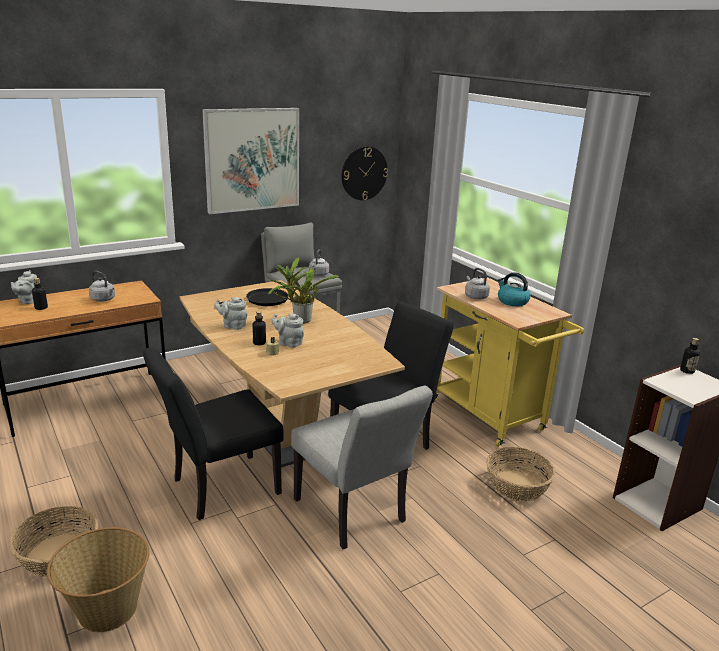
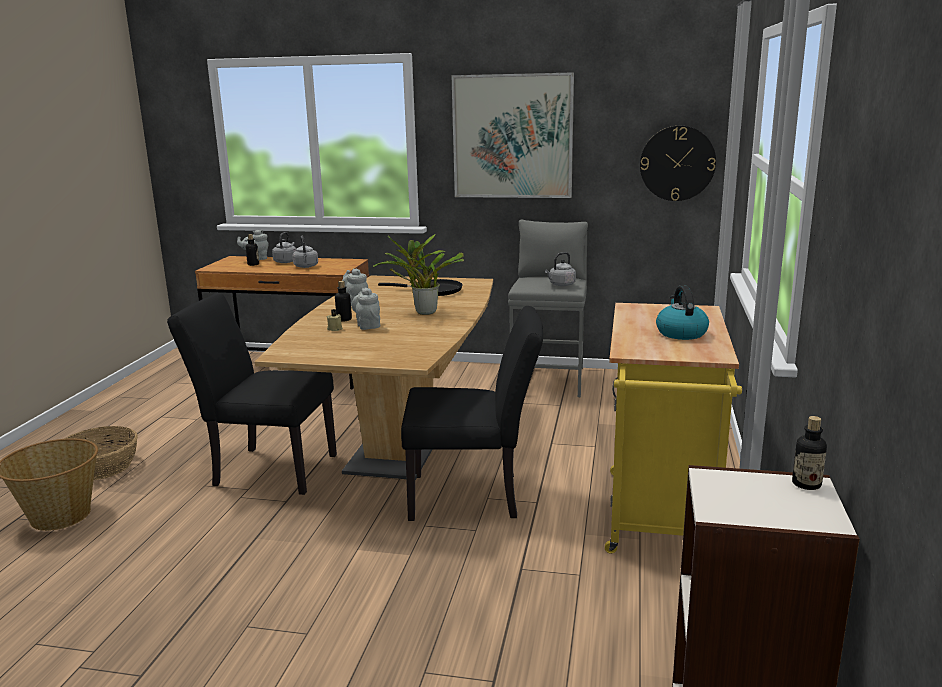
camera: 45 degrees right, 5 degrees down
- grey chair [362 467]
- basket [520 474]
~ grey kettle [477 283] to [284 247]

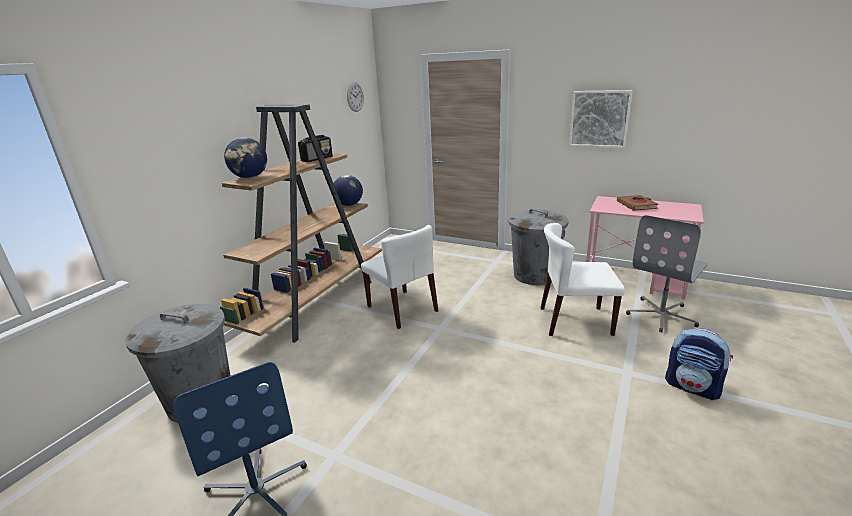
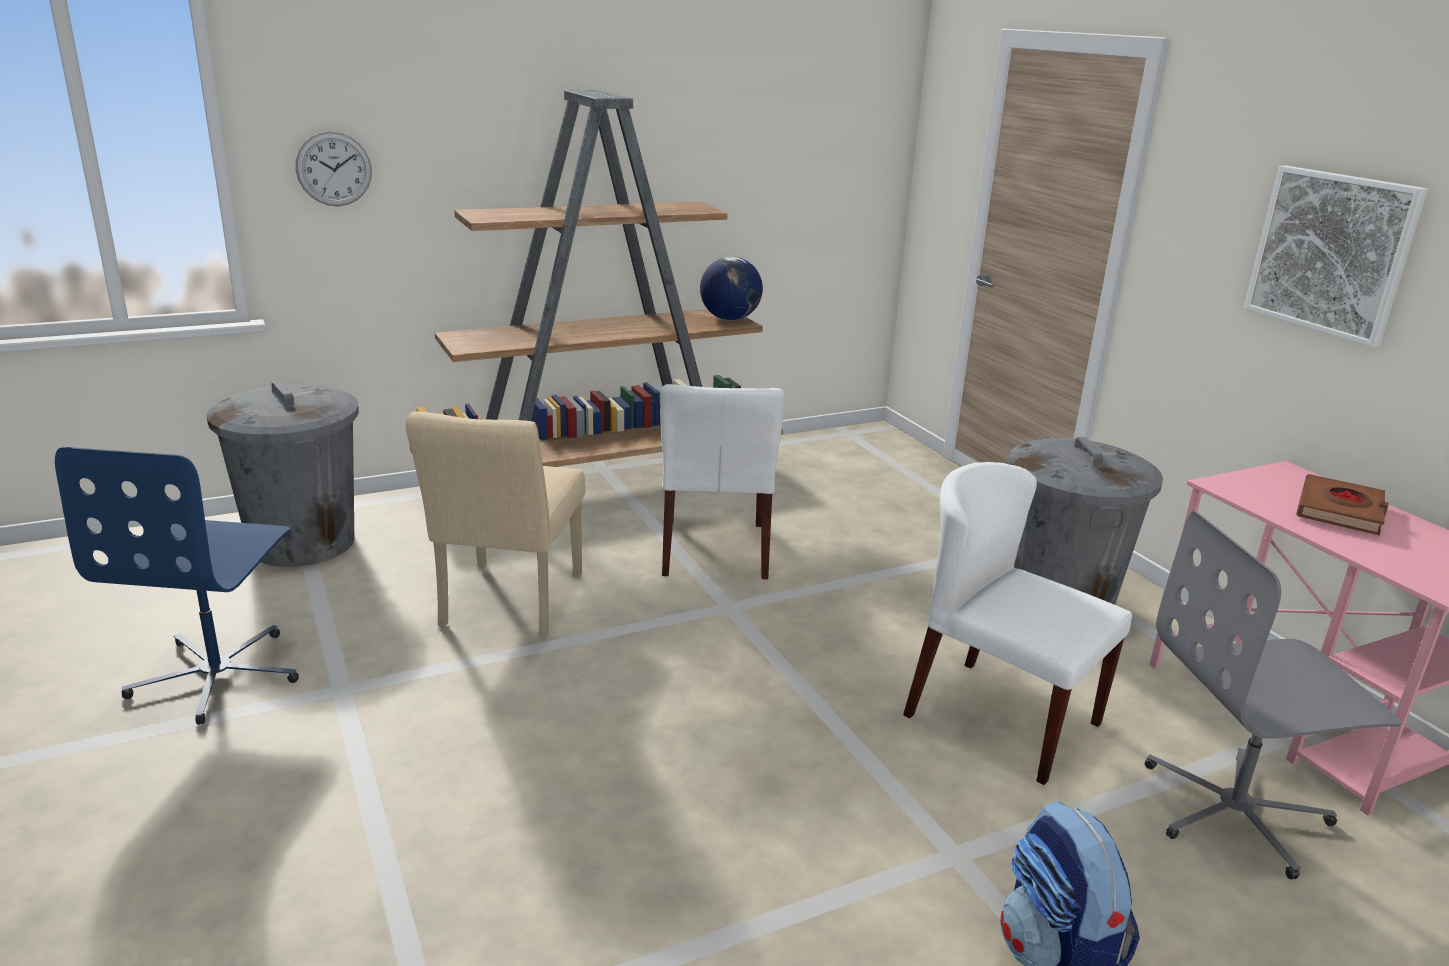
camera: 35 degrees right, 0 degrees up
- globe [245 157]
- radio [315 148]
+ beige chair [495 525]
~ wall clock [355 97] to [334 168]

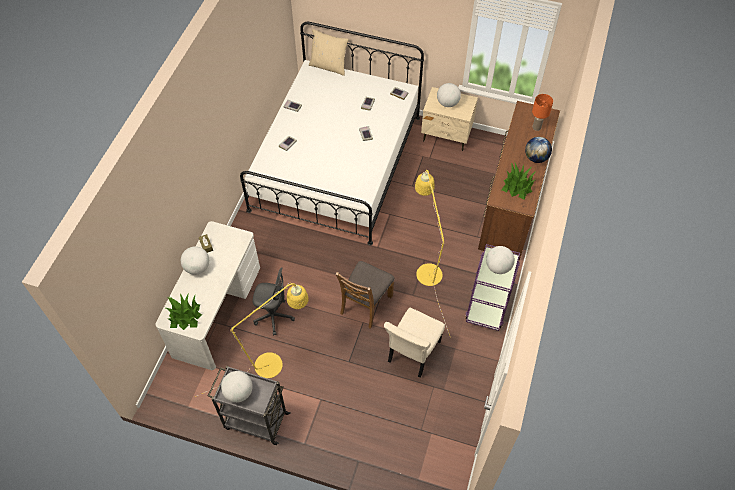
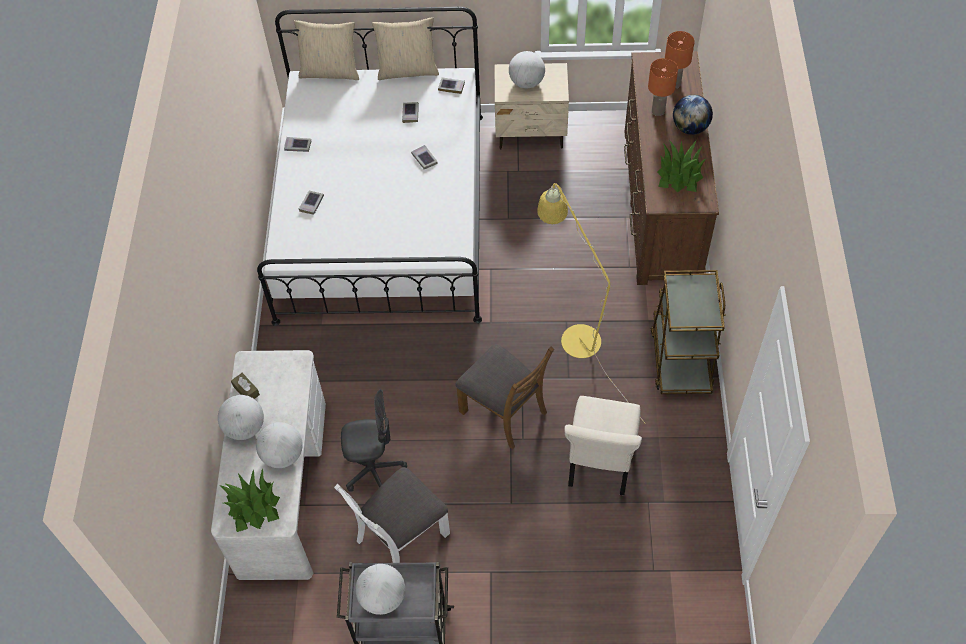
camera: 15 degrees left, 0 degrees up
+ beige pillow [405 48]
+ orange table lamp [663 87]
~ globe [500 260] to [279 445]
~ yellow floor lamp [251 340] to white chair [392 515]
~ purple cart [492 287] to brown cart [688 332]
~ brown chair [365 295] = [504 396] 60 degrees counterclockwise

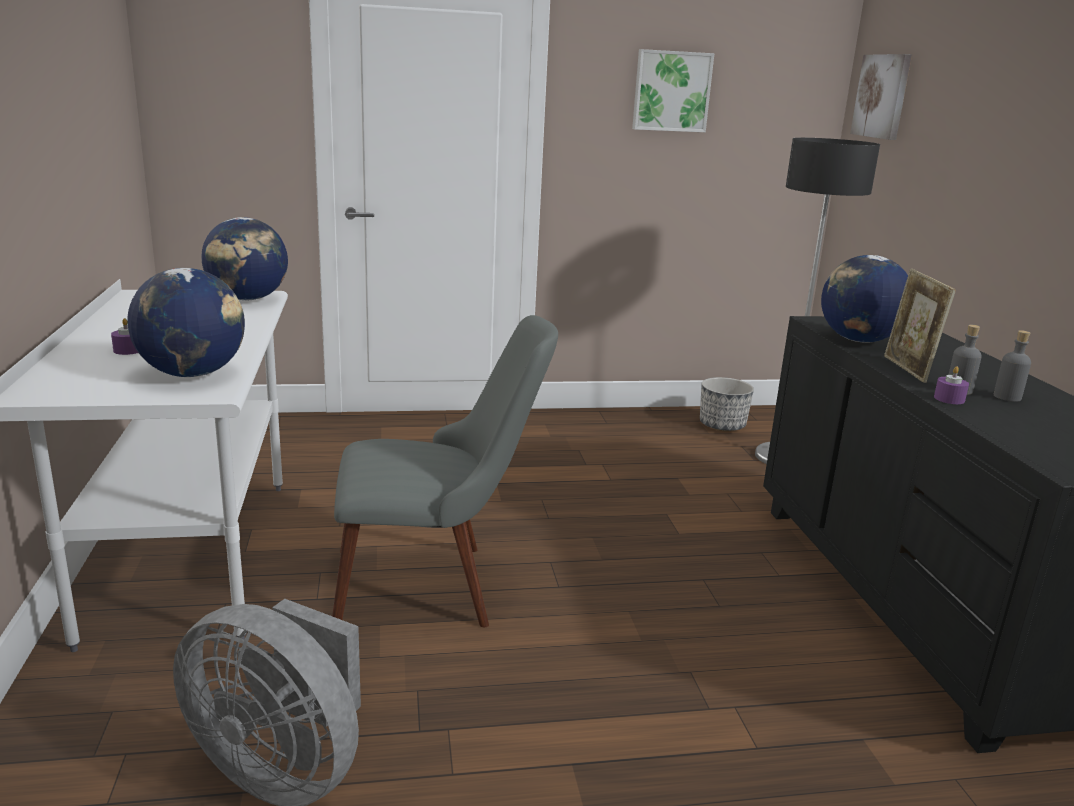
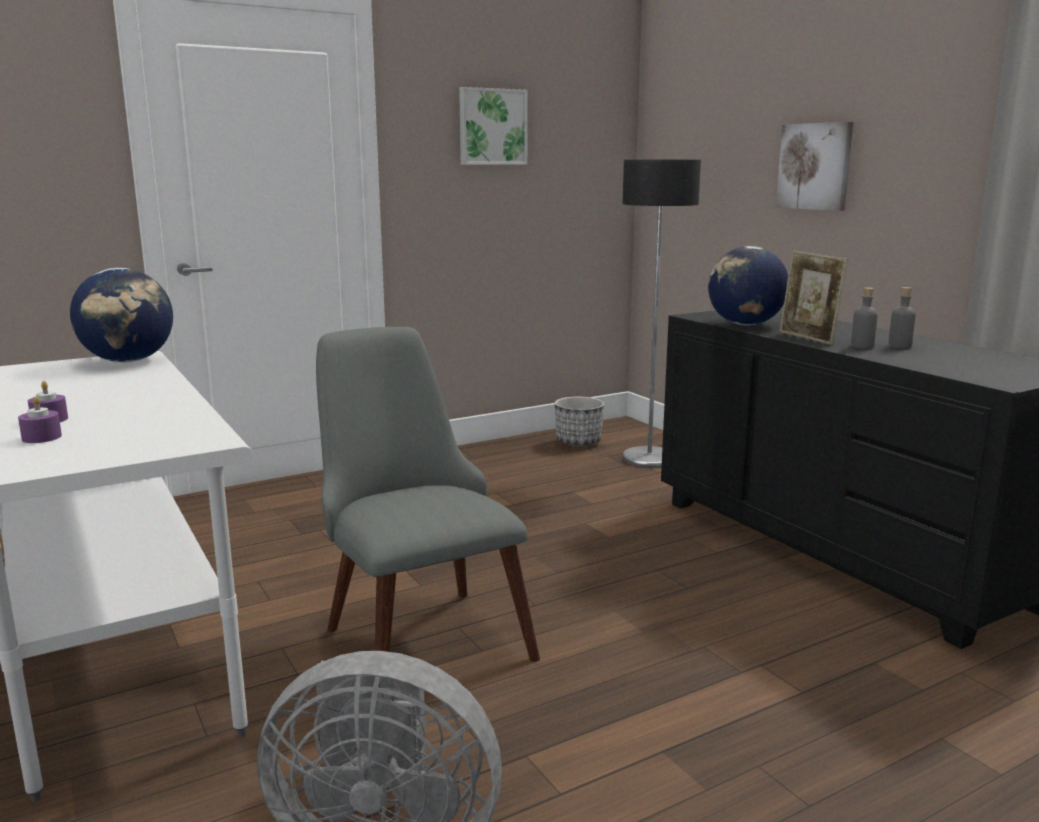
camera: 20 degrees left, 5 degrees down
- globe [186 322]
~ picture [881 97] to [814 166]
~ purple candle [951 385] to [40 419]
~ grey chair [445 471] = [428 494] 90 degrees counterclockwise

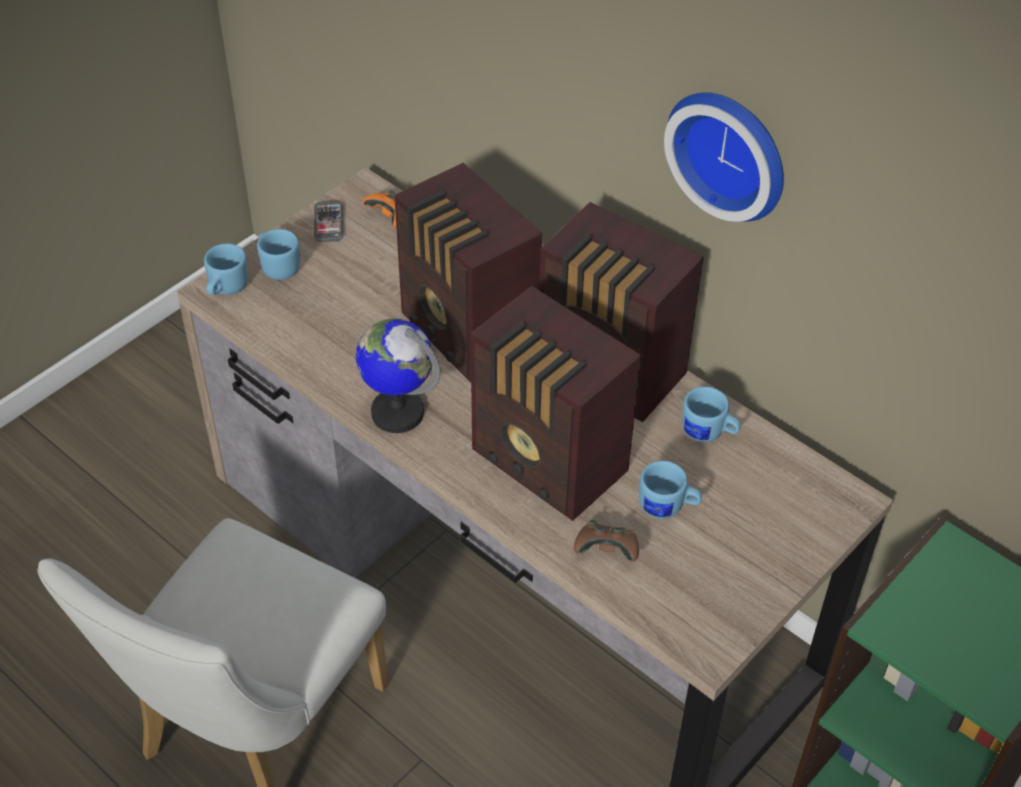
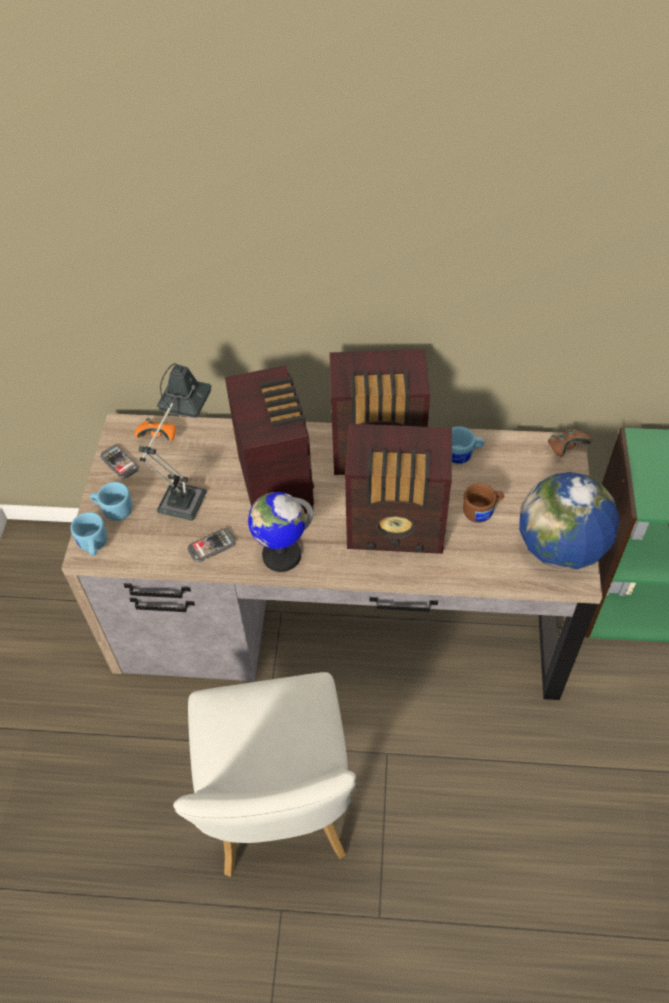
camera: 35 degrees left, 5 degrees up
- wall clock [724 157]
+ table lamp [175 442]
+ phone [211 545]
+ globe [569 521]
~ brown game controller [606 540] to [570 443]
~ blue mug [670 490] to brown mug [483 503]
~ radio [468 273] = [269 439] 120 degrees counterclockwise

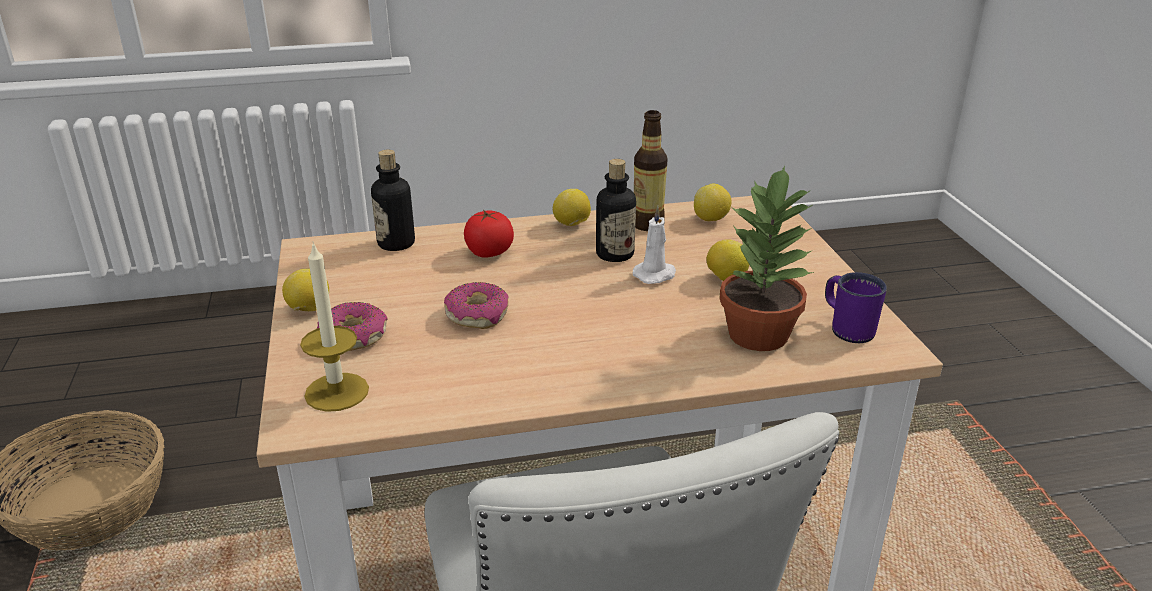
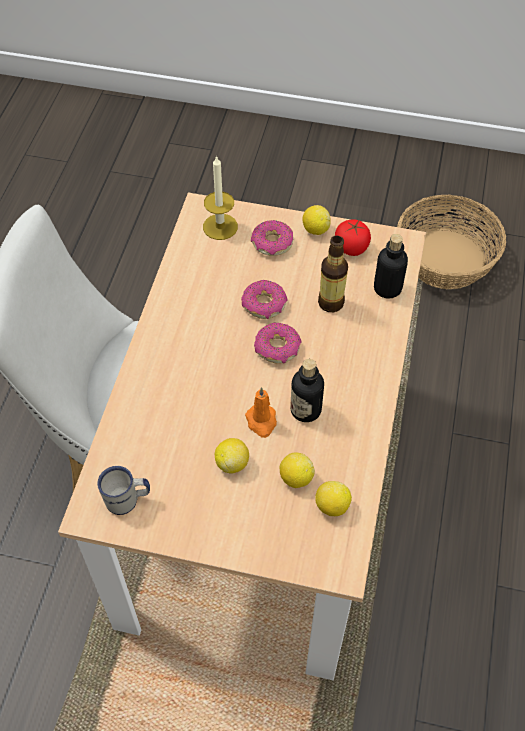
camera: 115 degrees right, 25 degrees up
- potted plant [766 258]
+ donut [277 343]
~ tomato [489 234] to [353 237]
~ lemon [572 207] to [297 470]
~ bottle [651 170] to [333 274]
~ white candle [654 245] to orange candle [261 412]
~ purple mug [856 307] to white mug [123 490]

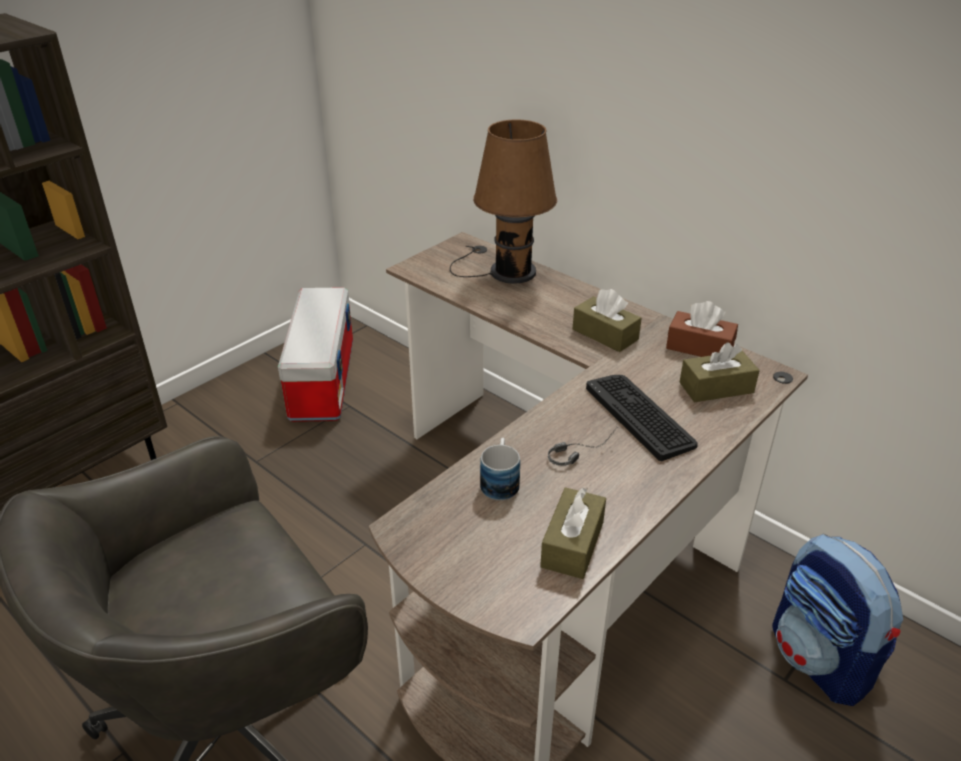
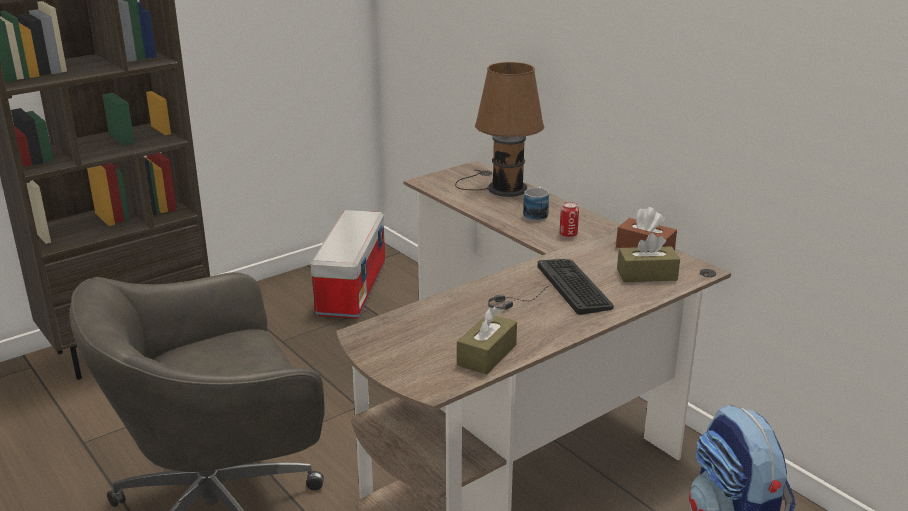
camera: 10 degrees right, 10 degrees down
~ mug [500 469] to [536 204]
~ brown tissue box [607 320] to can [569 220]

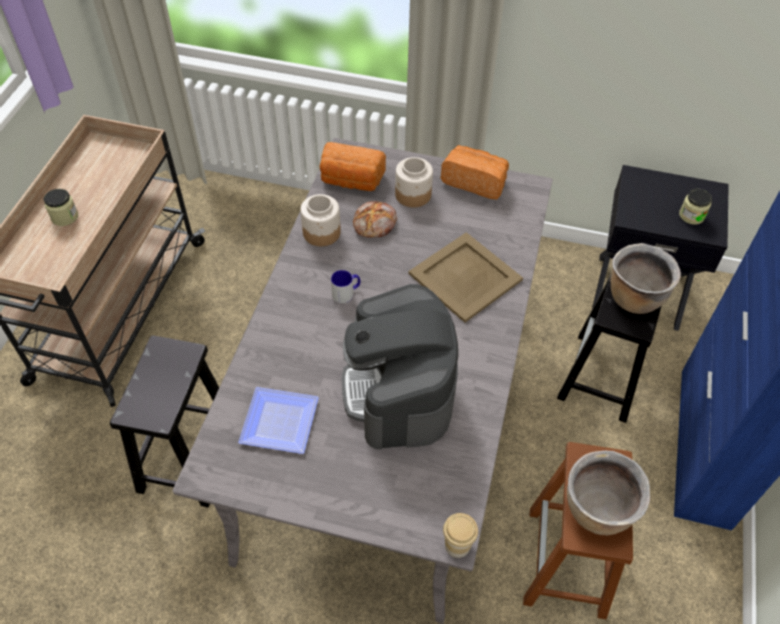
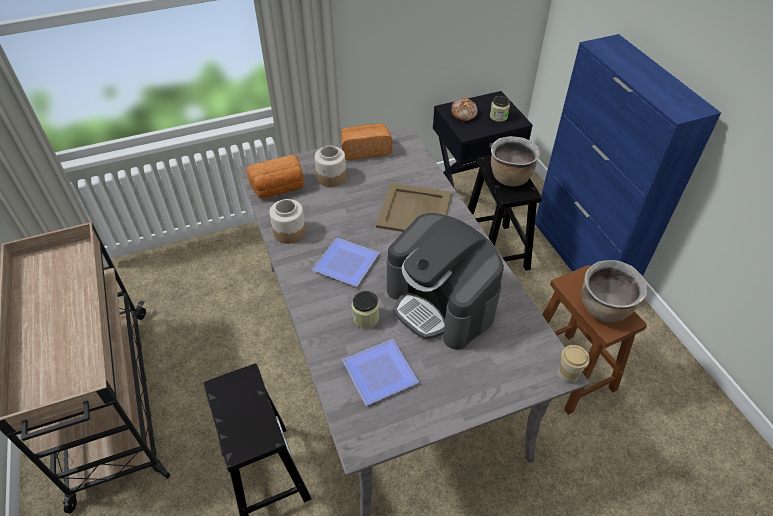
camera: 35 degrees left, 5 degrees down
~ jar [61 207] to [365 309]
~ bread [375 219] to [464 109]
~ mug [345 286] to plate [345 262]

